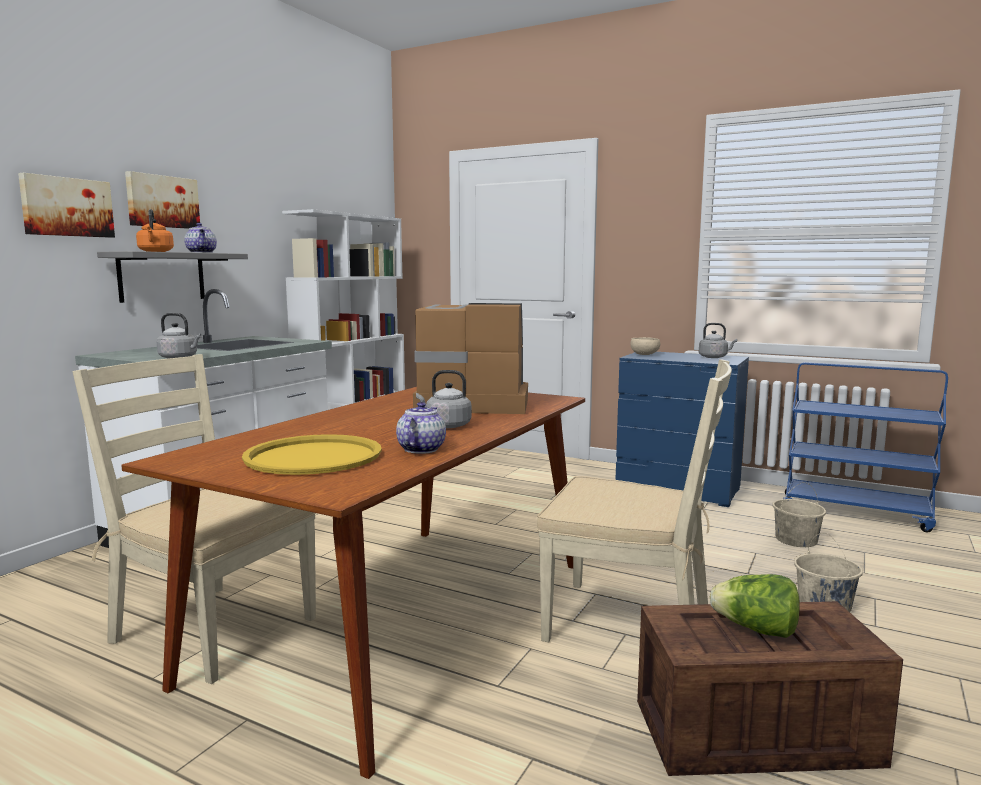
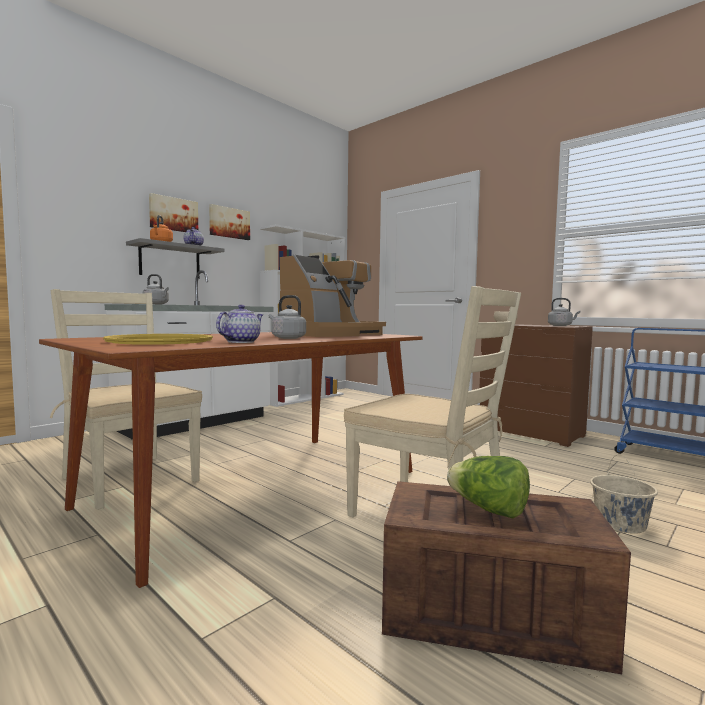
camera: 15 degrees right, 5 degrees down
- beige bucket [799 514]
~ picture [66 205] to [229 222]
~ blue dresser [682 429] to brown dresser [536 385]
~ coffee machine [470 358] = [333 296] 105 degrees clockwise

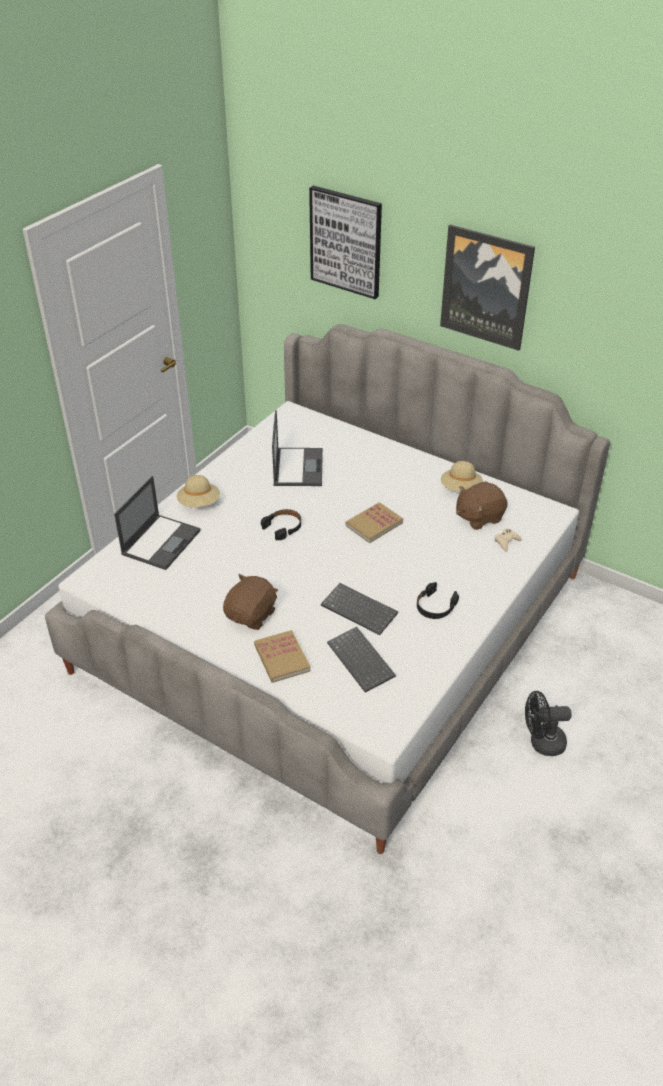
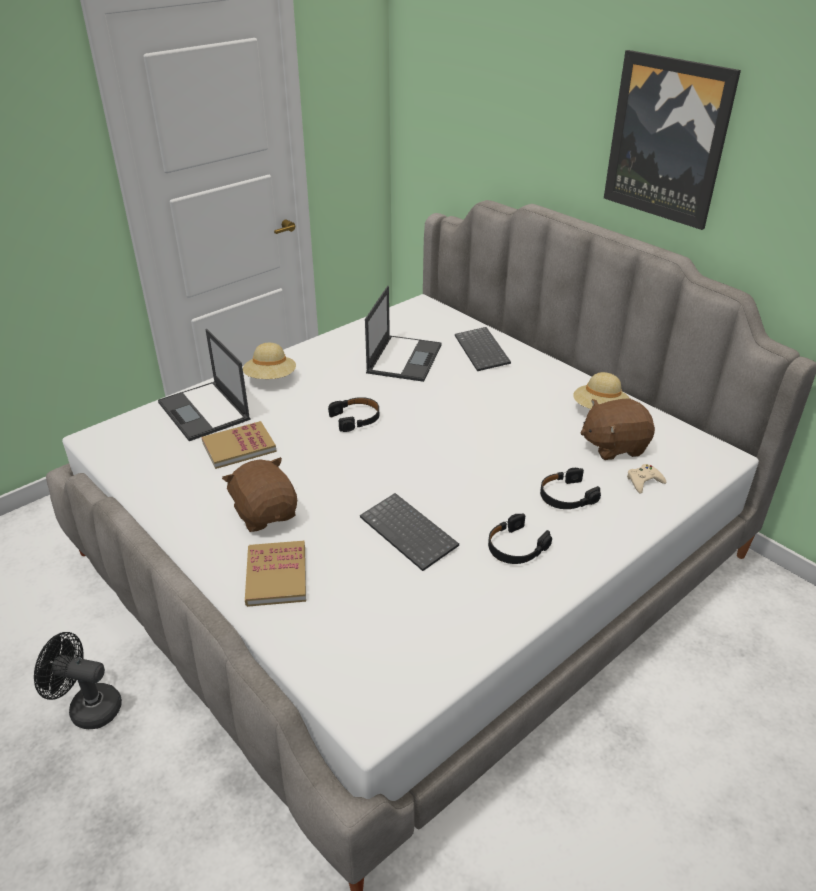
camera: 15 degrees right, 5 degrees down
- picture [345 242]
+ black headphones [570 488]
~ keyboard [361 660] to [483 349]
~ book [374 522] to [239 445]
~ black fan [548 723] to [78 680]
~ laptop [157 523] = [204 385] 105 degrees clockwise
~ brown plush toy [250 602] = [259 494] 75 degrees counterclockwise

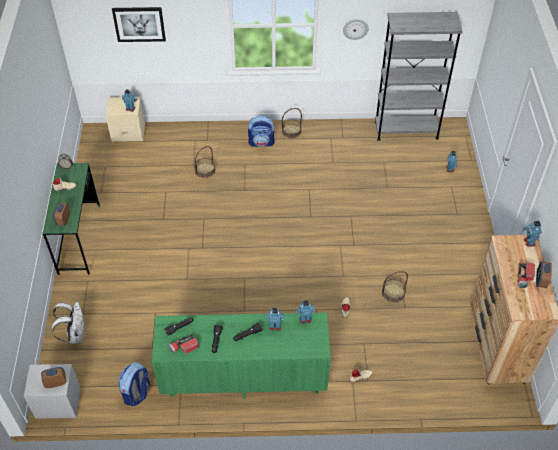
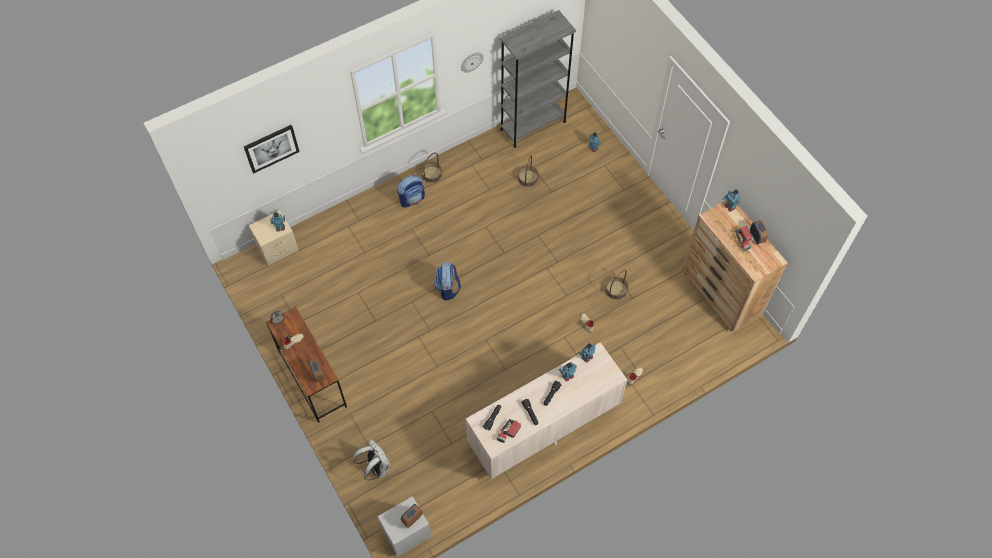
camera: 30 degrees left, 10 degrees up
~ backpack [134 384] to [447 281]
~ basket [204 162] to [528 171]
~ green desk [71 219] to brown desk [306 365]
~ green dresser [241 355] to beige dresser [546 410]

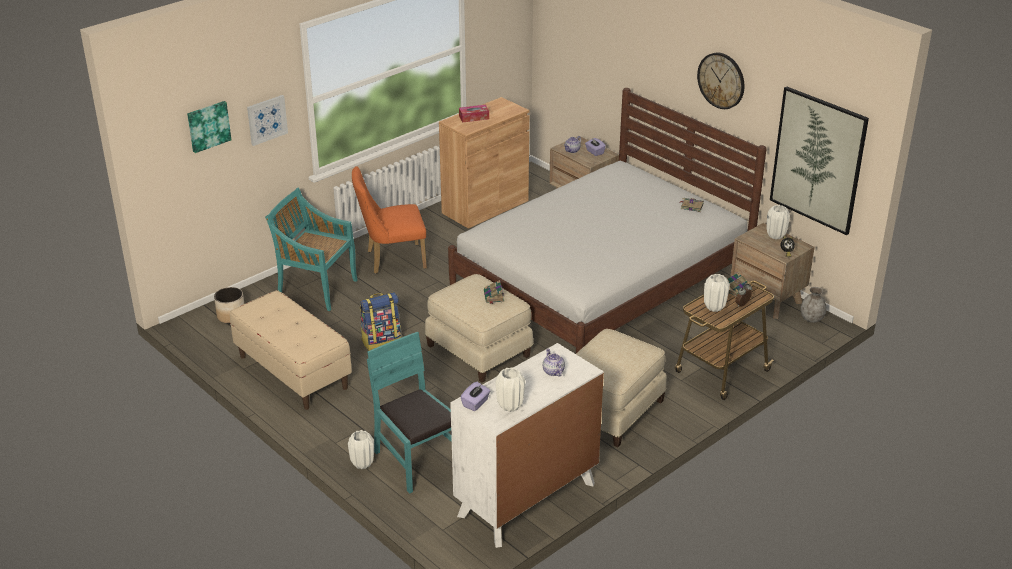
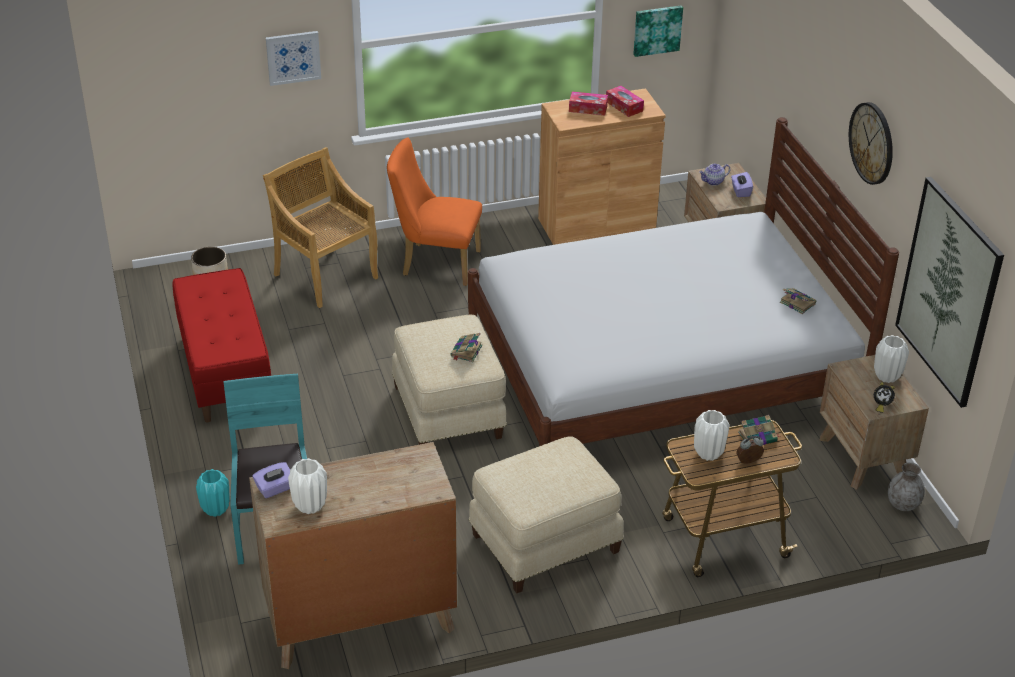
camera: 25 degrees right, 5 degrees up
- backpack [380 321]
- teapot [554 363]
+ tissue box [625 101]
~ picture [209 127] to [658 31]
~ beige bench [291 350] to red bench [222 345]
~ turquoise chair [311 249] to beige chair [320 227]
~ white vase [361 449] to turquoise vase [213 493]
~ white dresser [527 445] to brown dresser [353 555]

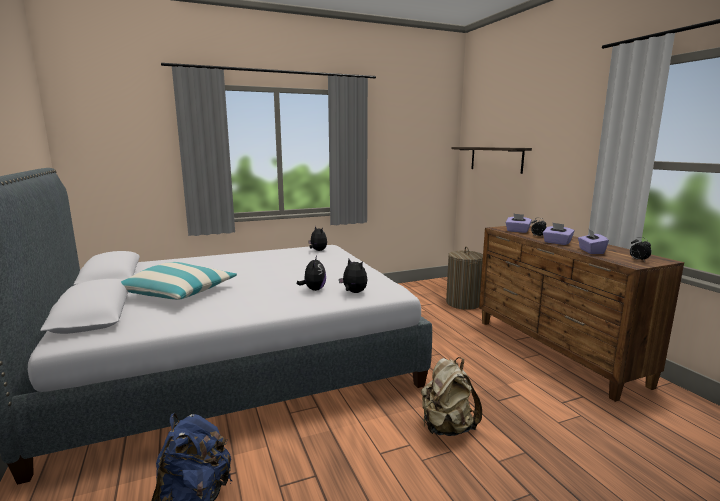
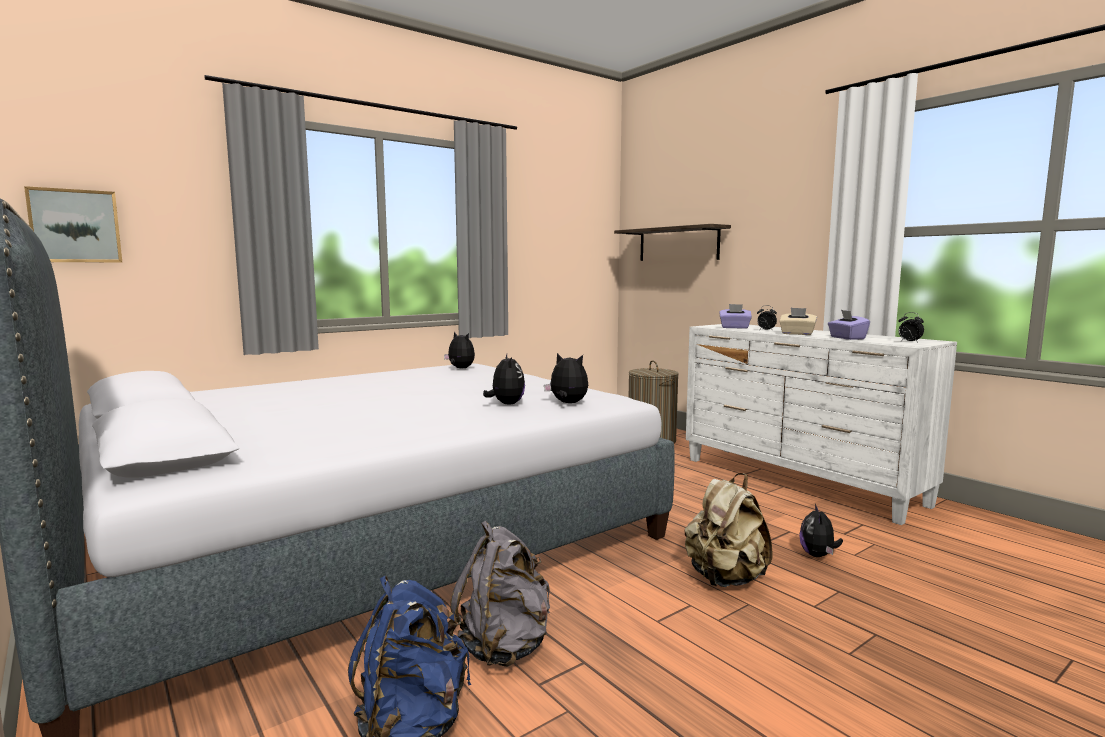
camera: 15 degrees left, 5 degrees down
- pillow [179 281]
+ picture [73 224]
+ grey backpack [500 594]
+ plush toy [821 530]
~ brown dresser [581 314] to white dresser [821 424]
~ purple tissue box [558 234] to beige tissue box [798 321]

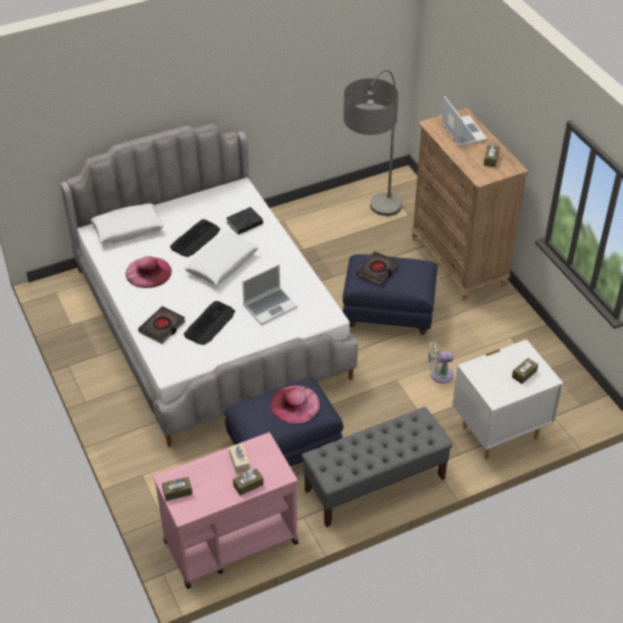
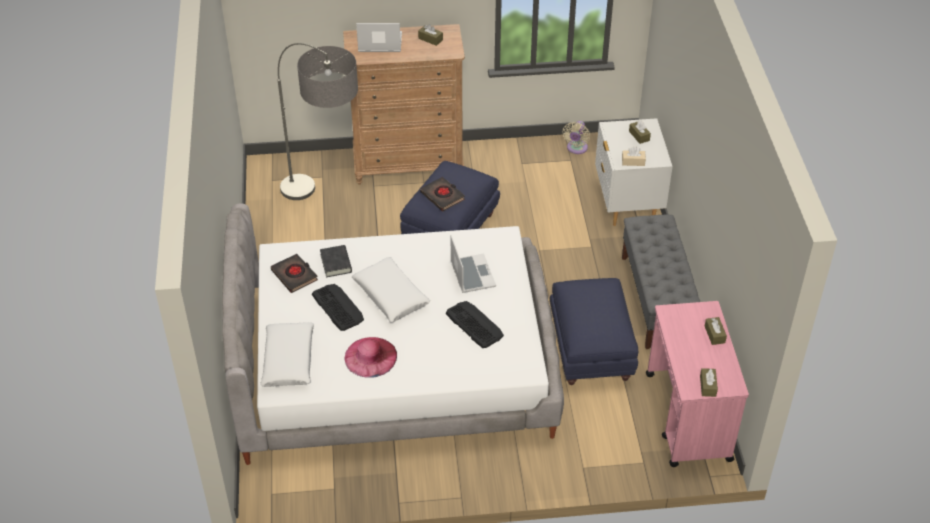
camera: 70 degrees left, 0 degrees up
- pink hat [295 405]
~ black book [161 325] to [294 273]
~ beige tissue box [239 459] to [634 156]
~ beige fan [441 363] to [576 137]

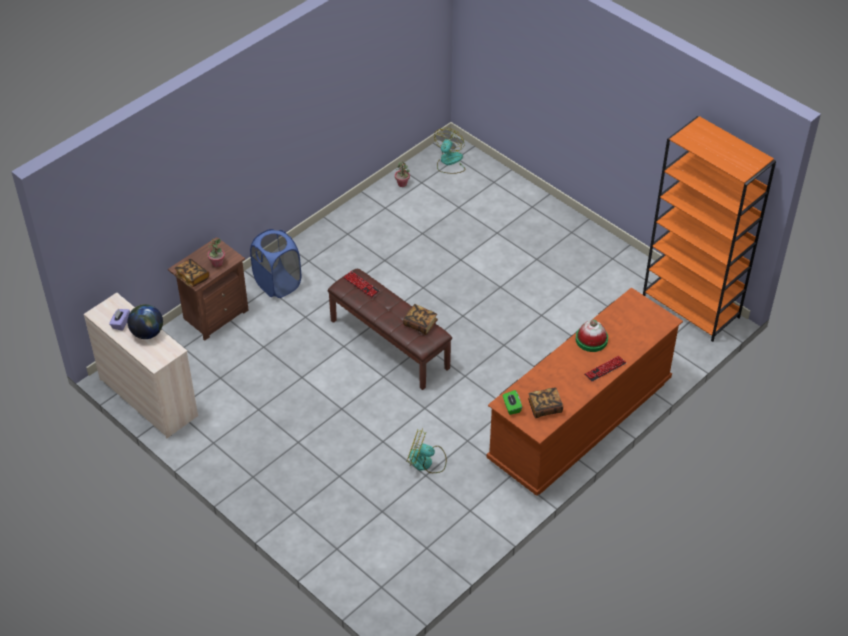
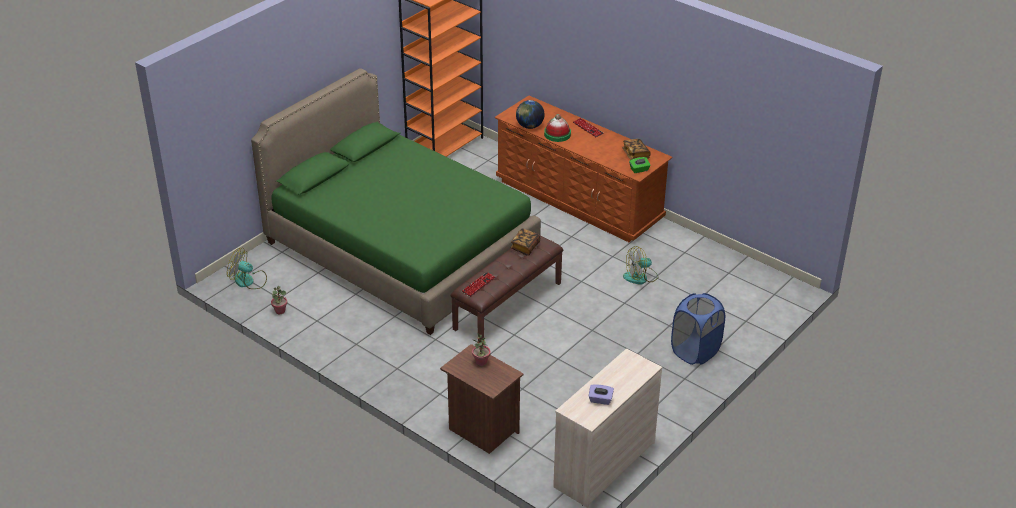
camera: 95 degrees left, 10 degrees down
- book [192 273]
+ green bed [396 201]
~ globe [145 321] to [530 114]
~ blue laundry basket [275 263] to [698 329]
~ fan [427 451] = [640 265] 60 degrees clockwise

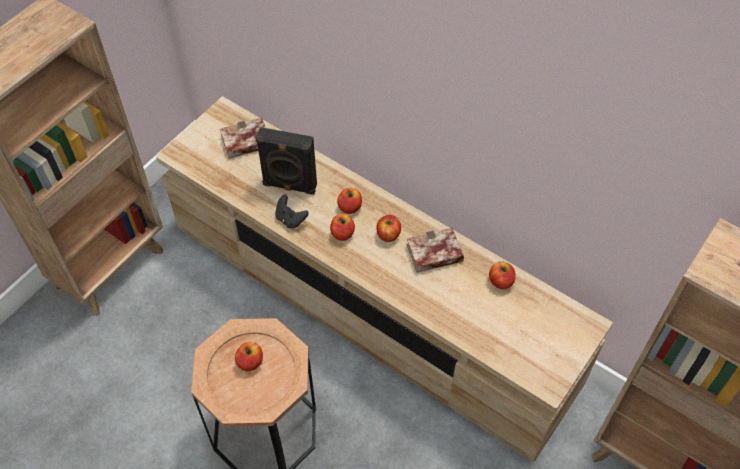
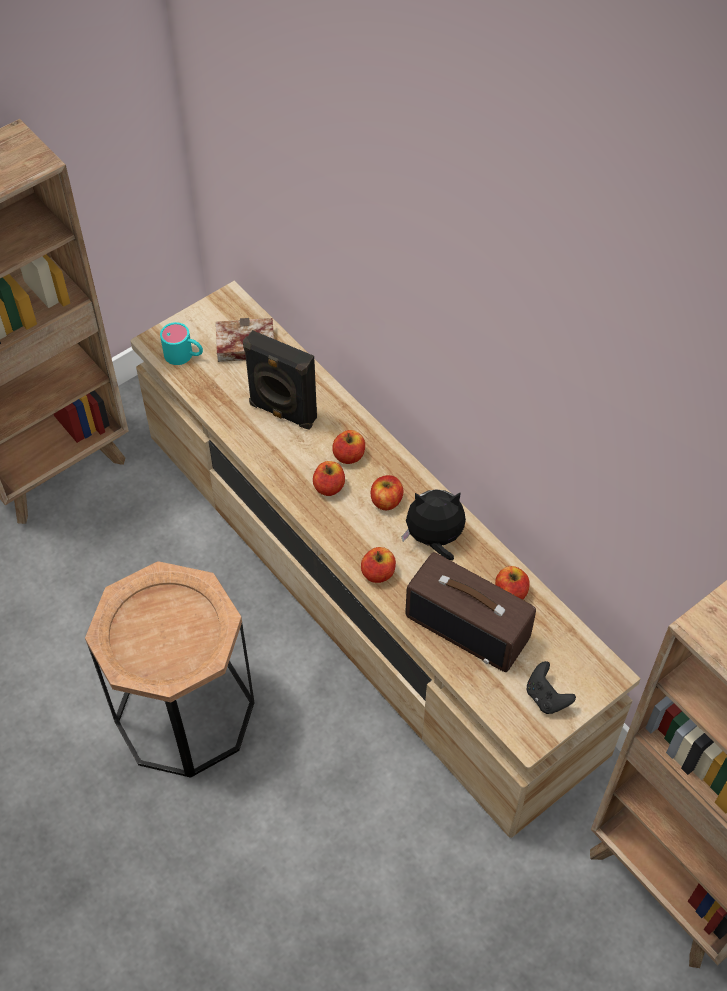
camera: 15 degrees right, 0 degrees up
+ turquoise mug [181 343]
+ radio [470 612]
~ apple [249 356] to [378 565]
~ black game controller [292 212] to [551 687]
~ book [435 250] to plush toy [434 525]

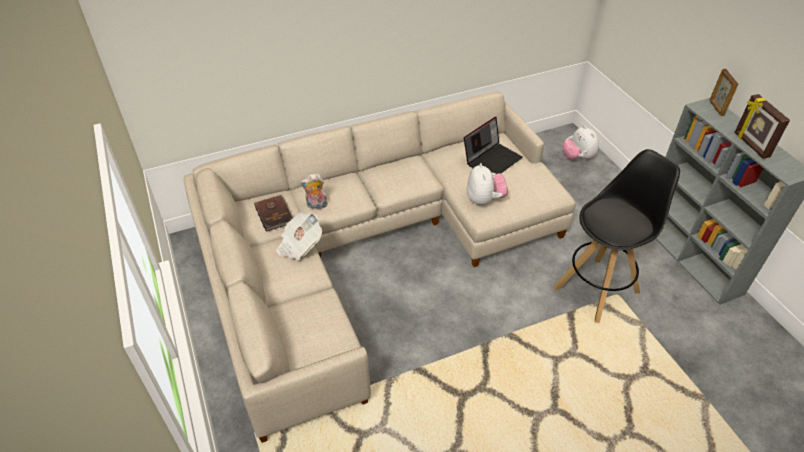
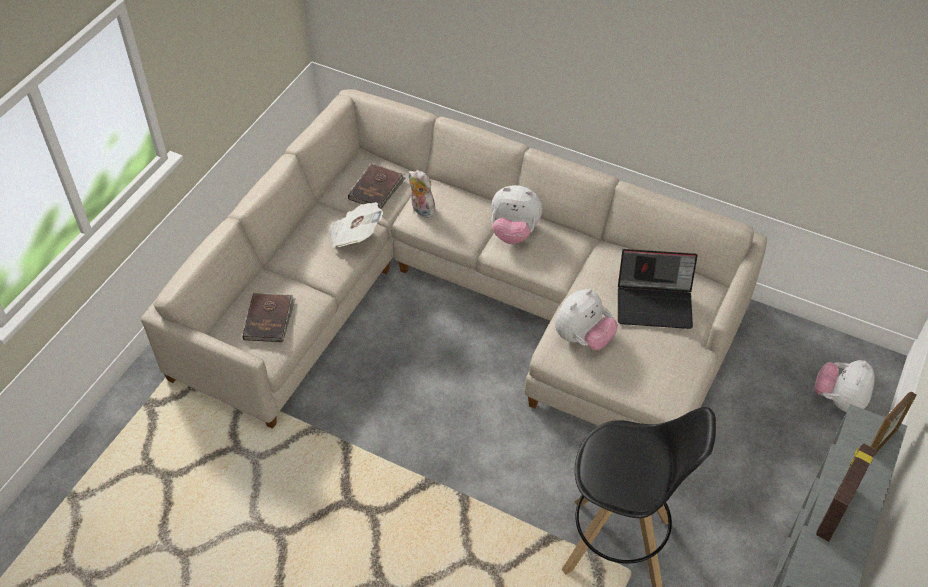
camera: 50 degrees right, 5 degrees up
+ brown book [268 317]
+ plush toy [516 214]

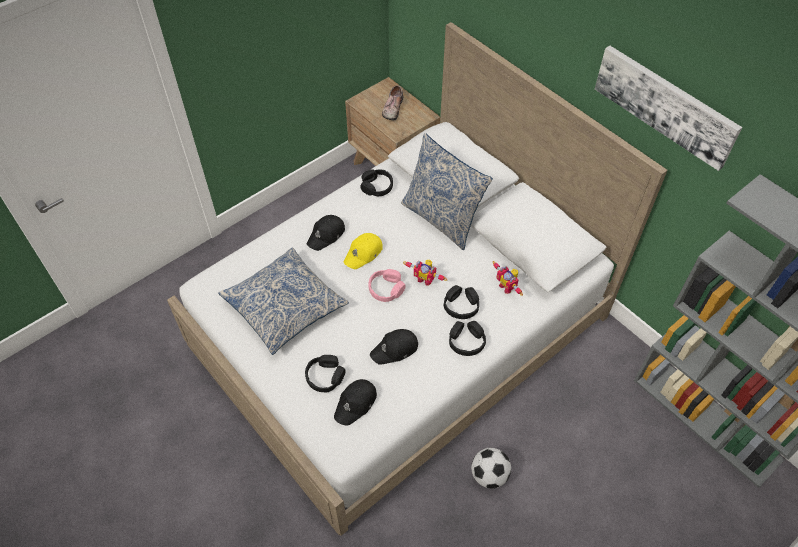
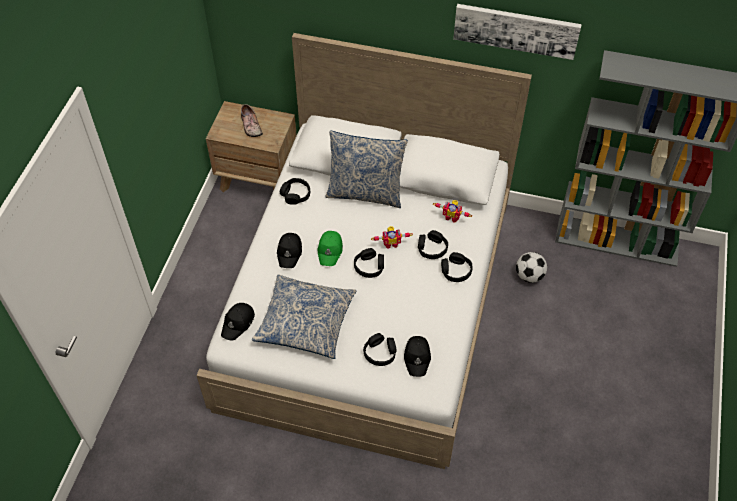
camera: 35 degrees left, 0 degrees up
~ black cap [394 347] to [238 322]
~ football [491 468] to [531 267]
~ yellow cap [363 251] to green cap [330 248]
~ pink headphones [387 285] to black headphones [369 263]

